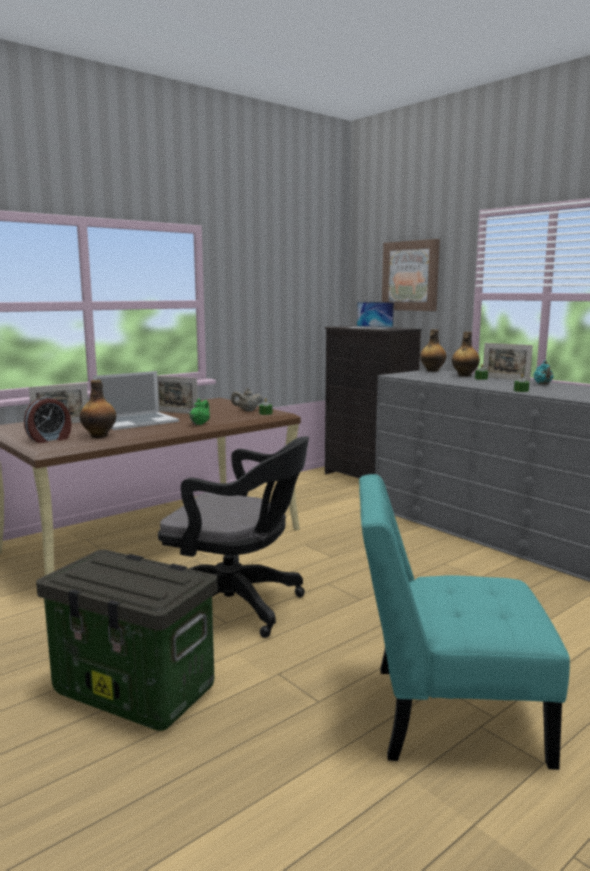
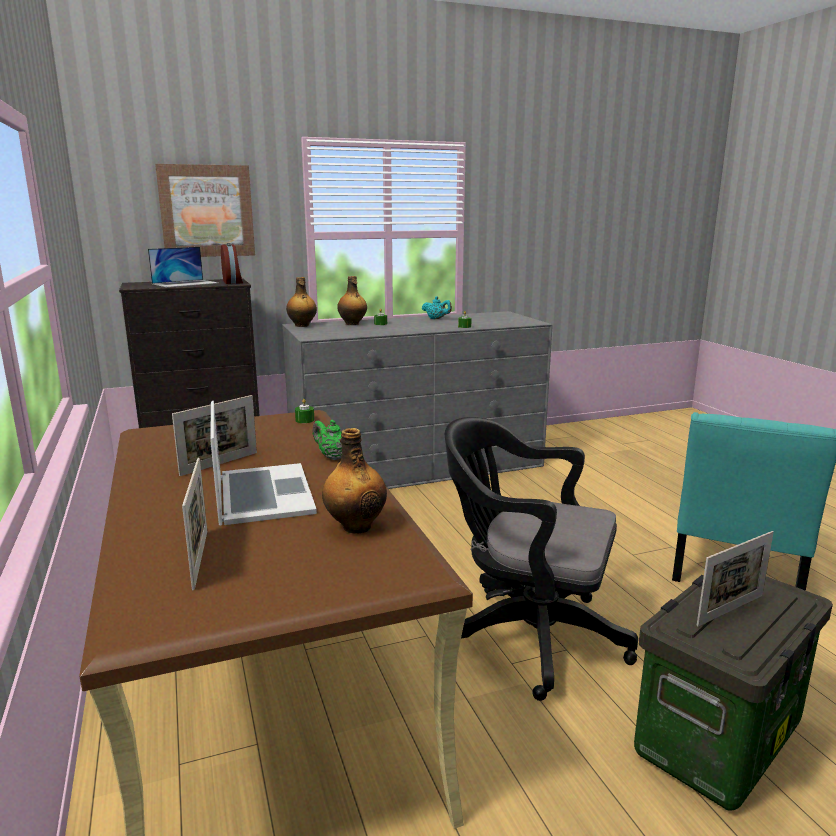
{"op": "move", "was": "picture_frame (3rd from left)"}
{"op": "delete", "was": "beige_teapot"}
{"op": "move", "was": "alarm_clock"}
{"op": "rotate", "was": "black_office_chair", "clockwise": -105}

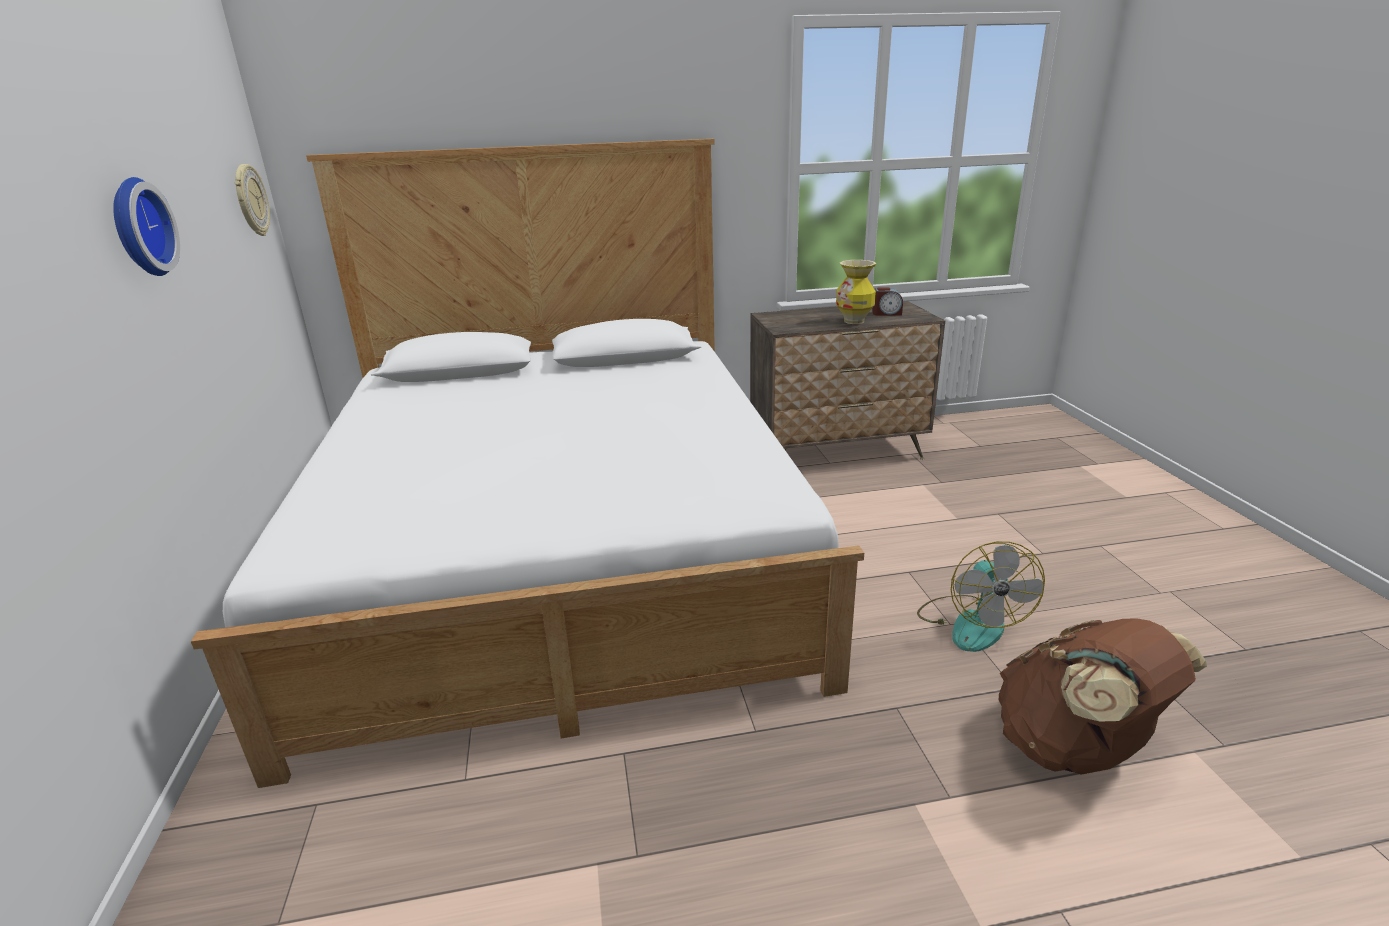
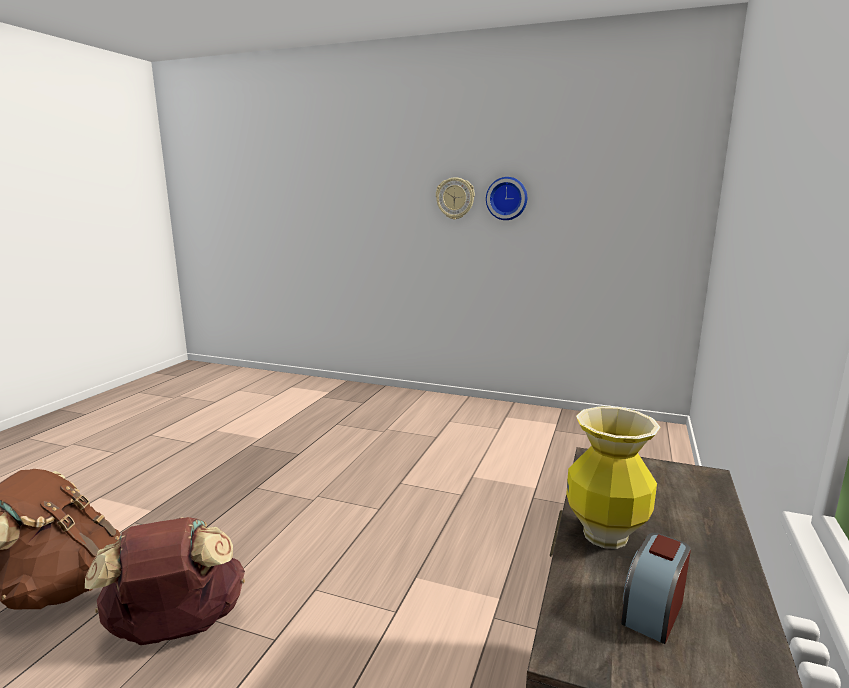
{"op": "delete", "was": "bed"}
{"op": "move", "was": "wall_clock (2nd from left in the first image)", "now": "wall_clock (1st from left)"}
{"op": "replace", "was": "fan", "now": "brown_backpack (2nd from left)"}

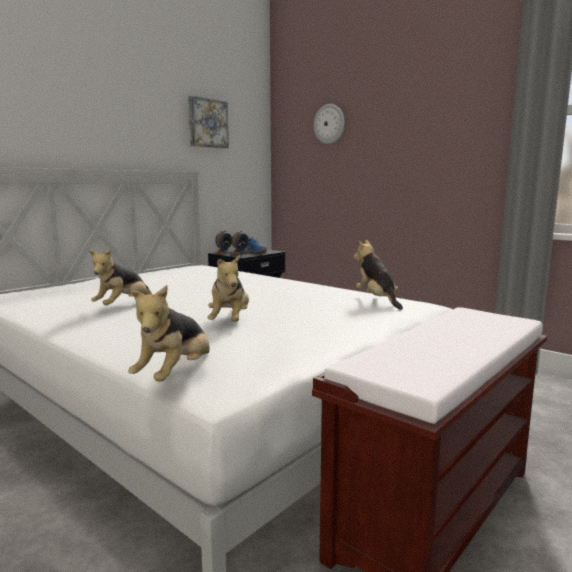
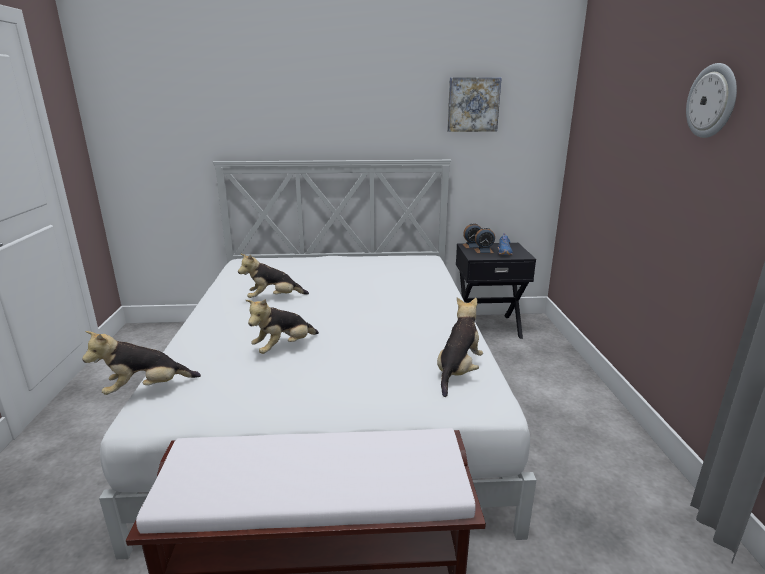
{"op": "move", "was": "wall_clock"}

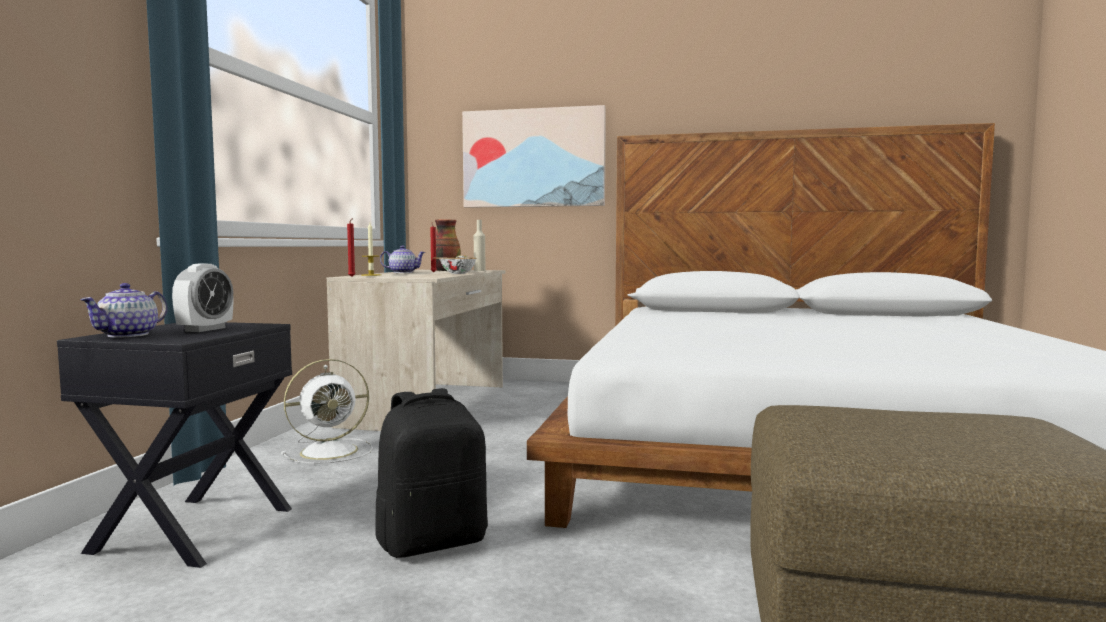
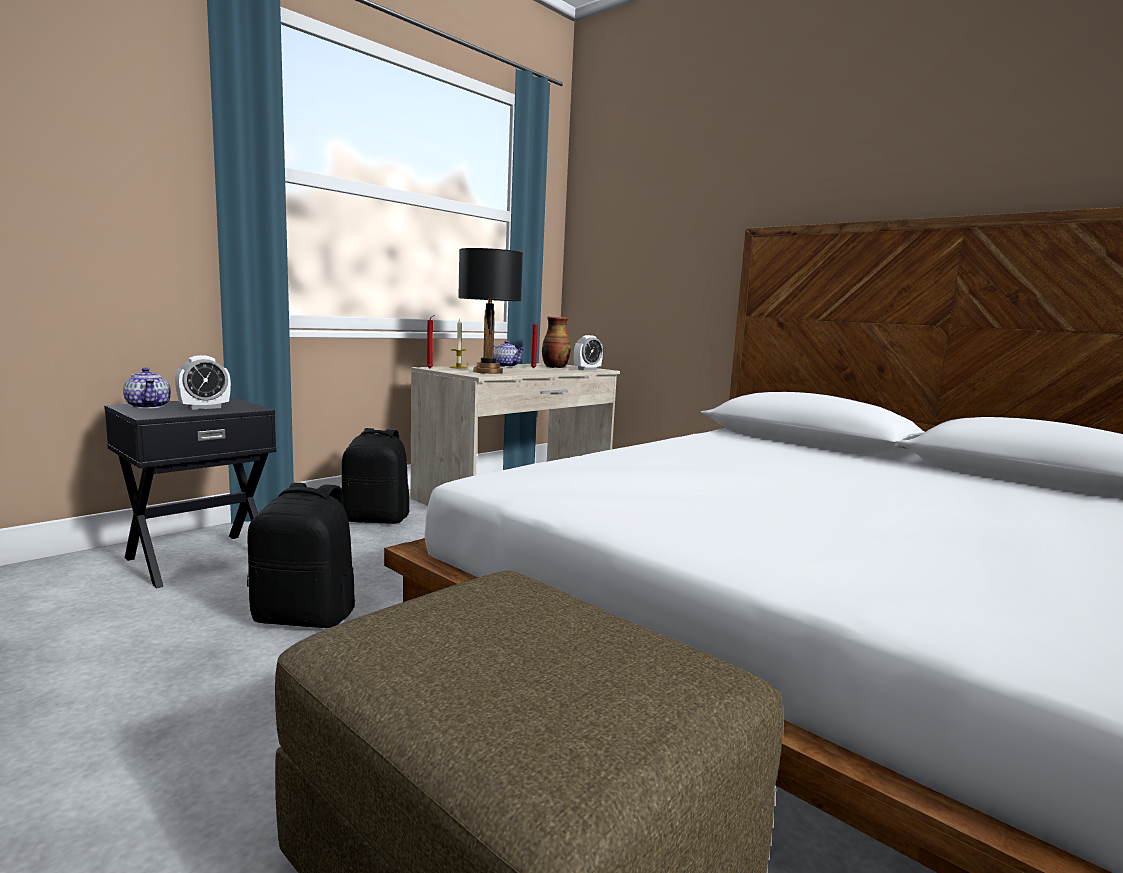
{"op": "delete", "was": "picture"}
{"op": "replace", "was": "beige_bottle", "now": "alarm_clock (2nd from left)"}
{"op": "delete", "was": "bowl"}
{"op": "rotate", "was": "teapot (1st from left)", "clockwise": -90}
{"op": "replace", "was": "white_fan", "now": "black_backpack (2nd from left)"}
{"op": "insert", "now": "black_table_lamp"}

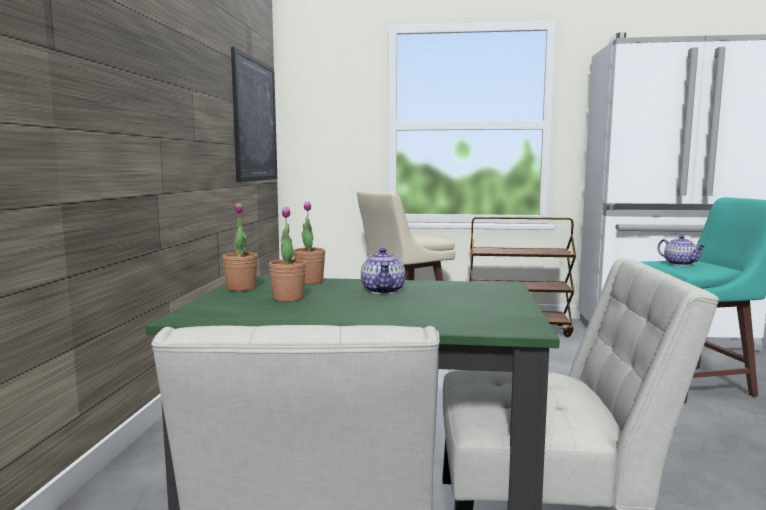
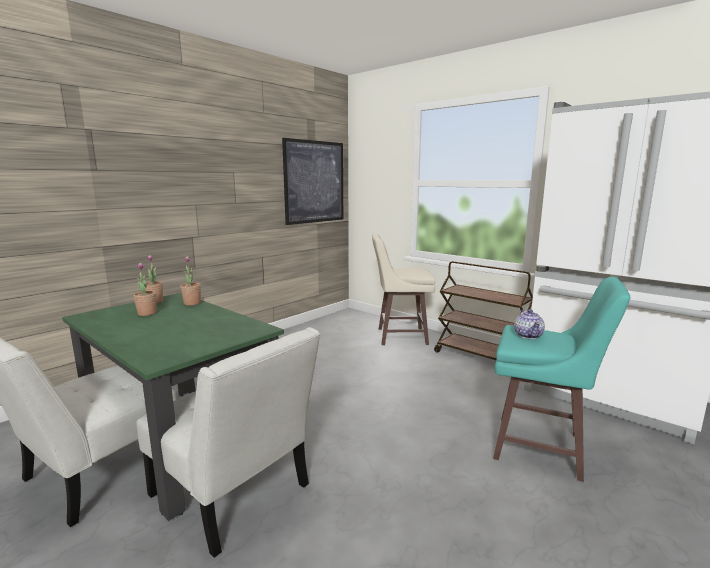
{"op": "delete", "was": "teapot (1st from left)"}

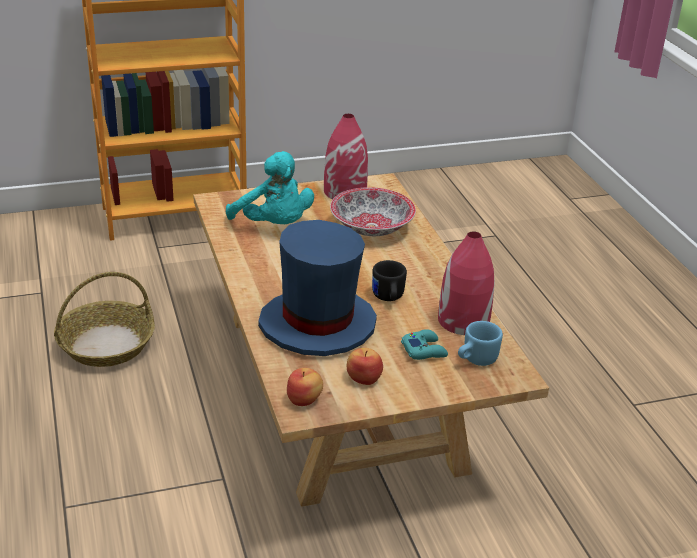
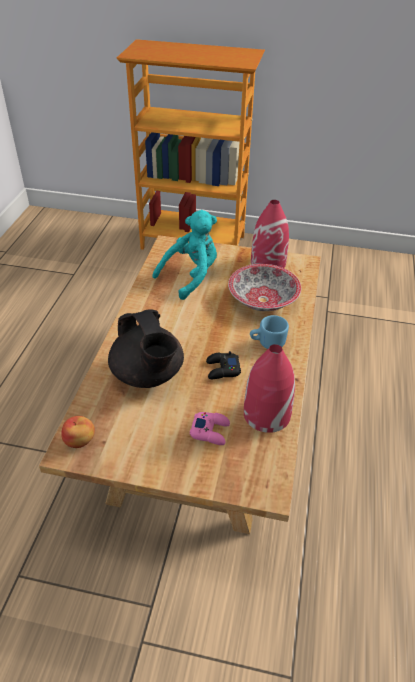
{"op": "rotate", "was": "turquoise_plush_toy", "clockwise": -120}
{"op": "replace", "was": "blue_hat", "now": "black_teapot"}
{"op": "replace", "was": "black_mug", "now": "black_game_controller"}
{"op": "delete", "was": "basket"}
{"op": "move", "was": "blue_mug"}
{"op": "recolor", "was": "turquoise_game_controller", "now": "pink_game_controller"}
{"op": "delete", "was": "apple (2nd from left)"}

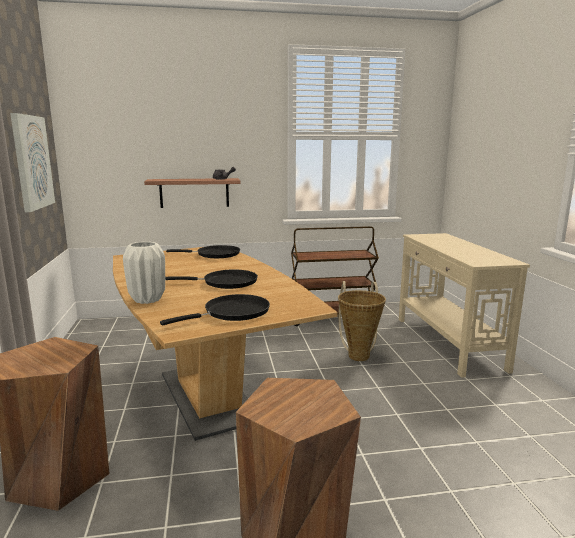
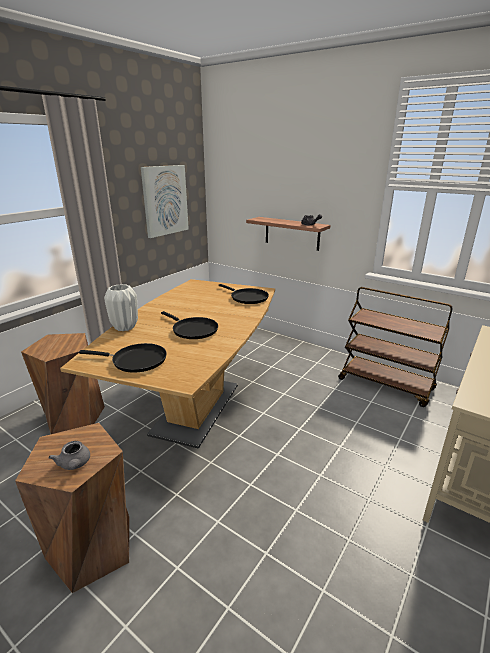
{"op": "delete", "was": "basket"}
{"op": "insert", "now": "grey_teapot (1st from left)"}

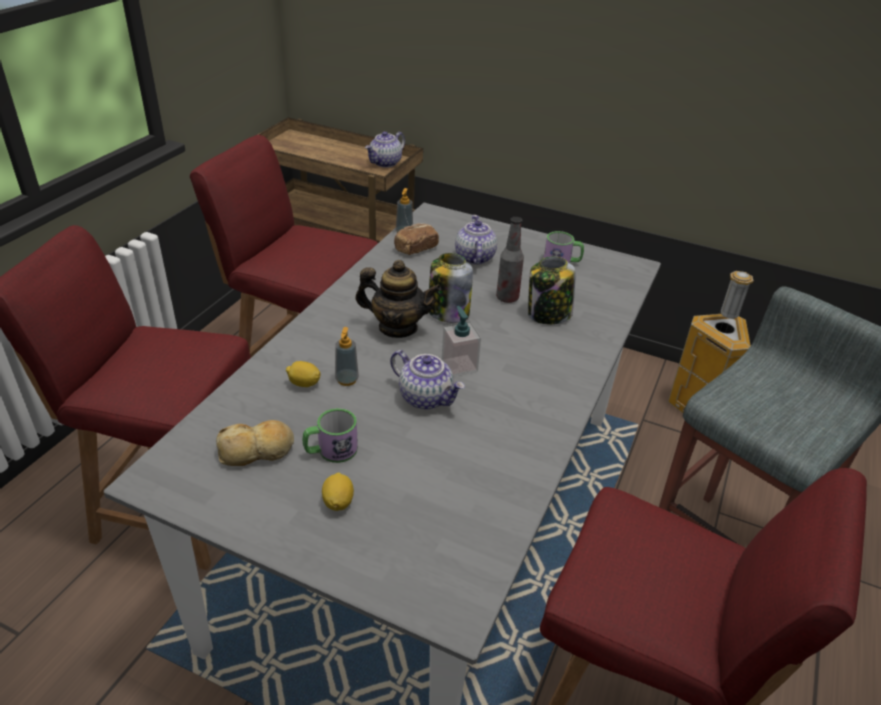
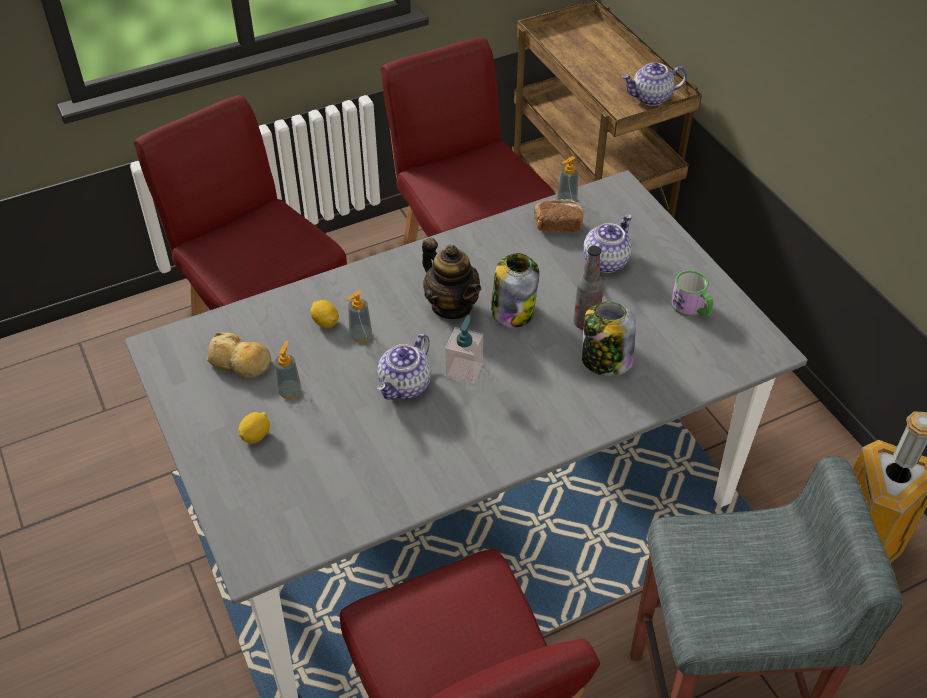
{"op": "rotate", "was": "teapot (3rd from left in the first image)", "clockwise": 45}
{"op": "replace", "was": "mug (1st from left)", "now": "soap_dispenser (1st from left)"}

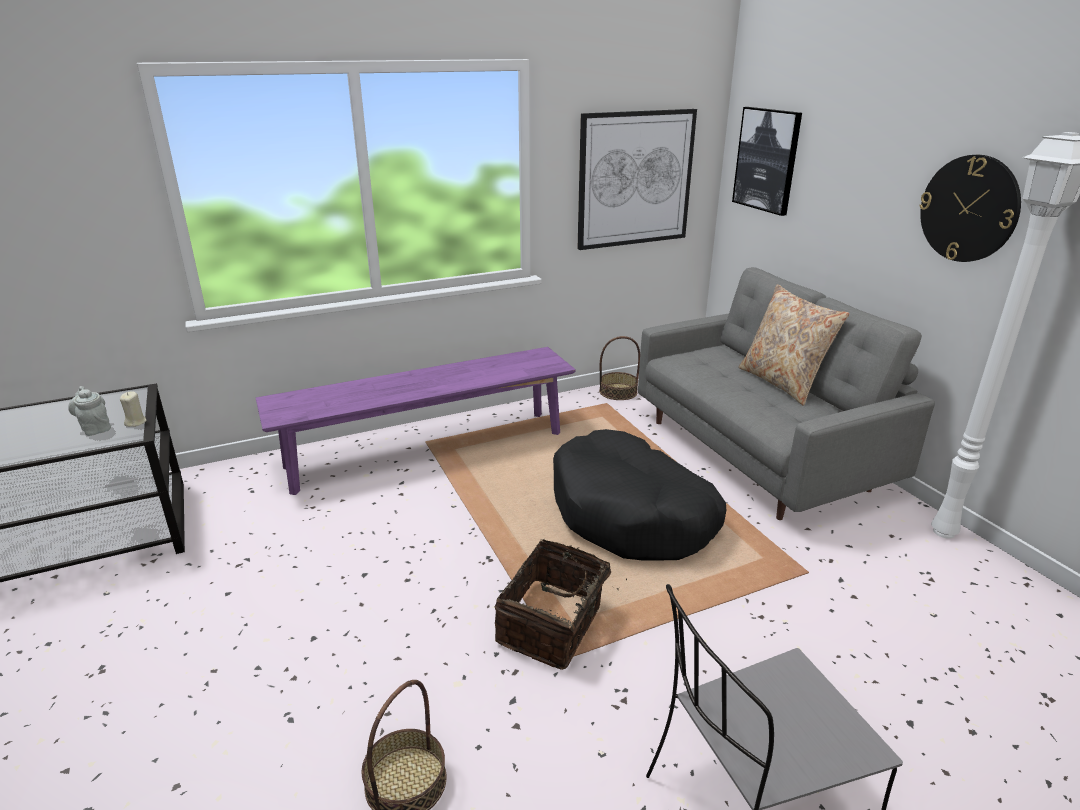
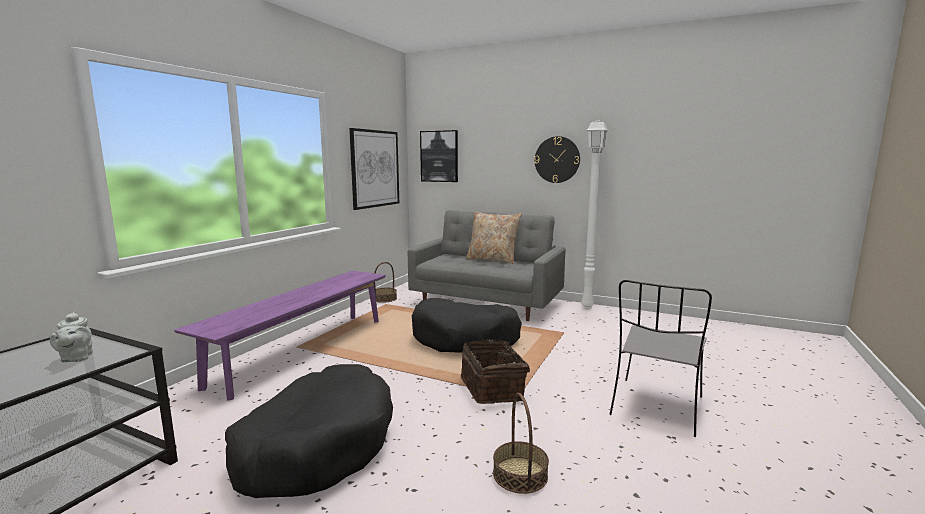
{"op": "rotate", "was": "grey_teapot", "clockwise": -120}
{"op": "delete", "was": "beige_candle"}
{"op": "insert", "now": "black_dog_bed (1st from left)"}

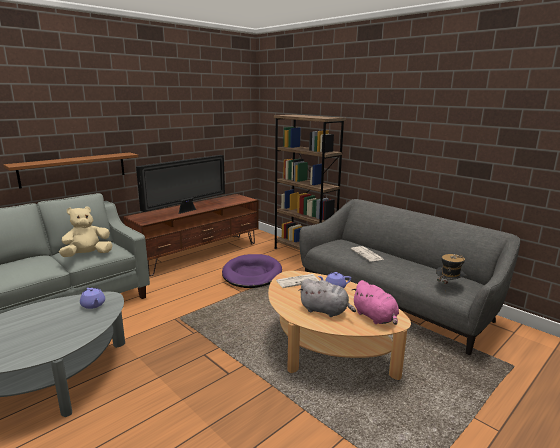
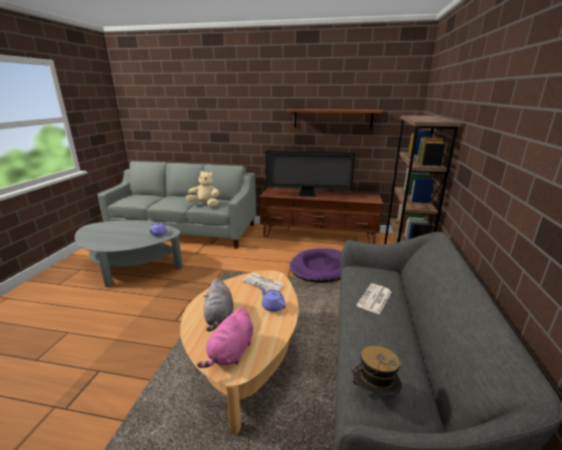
{"op": "move", "was": "brown_shelf"}

